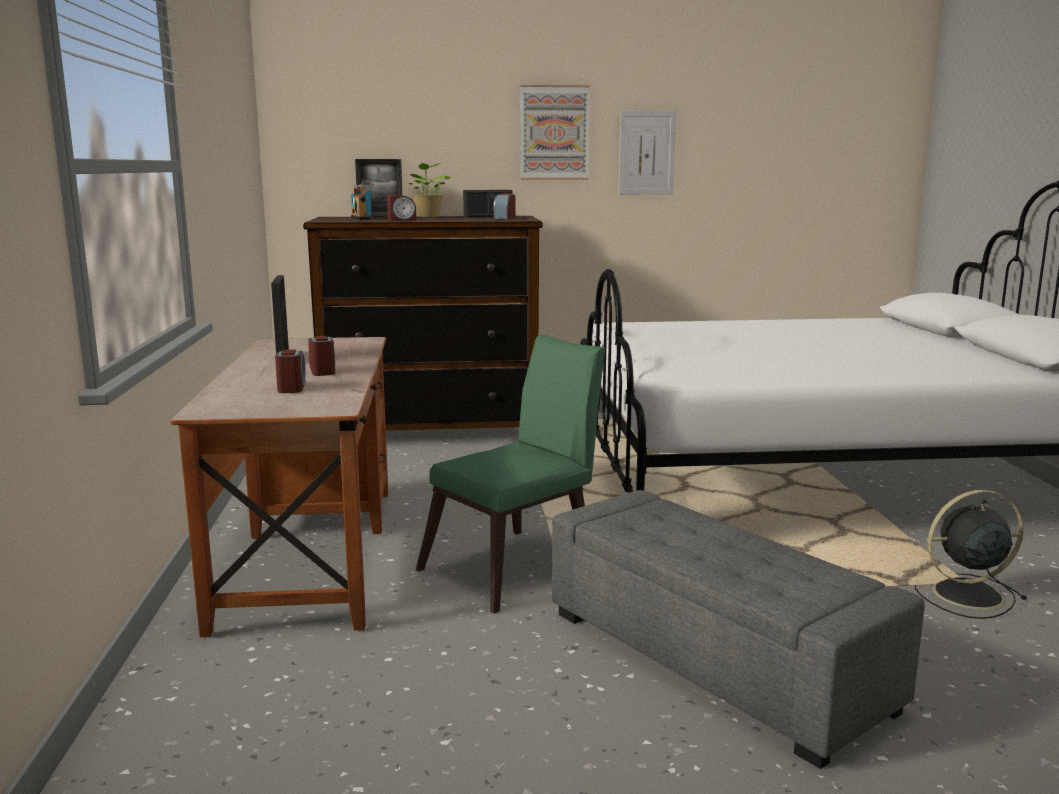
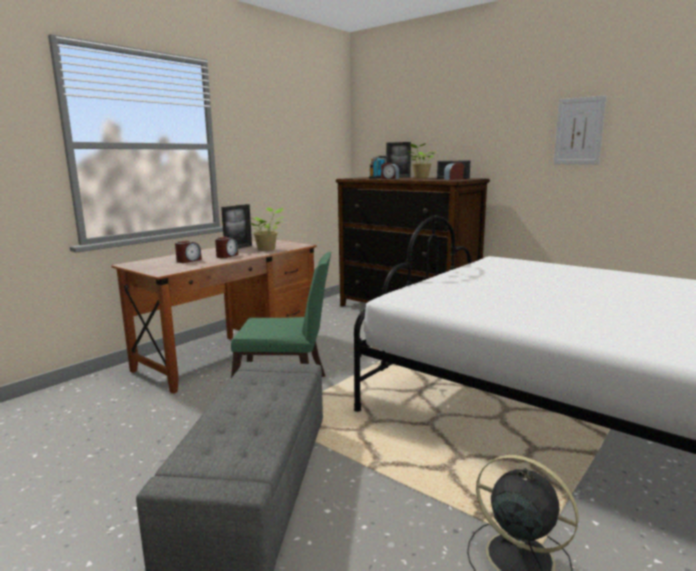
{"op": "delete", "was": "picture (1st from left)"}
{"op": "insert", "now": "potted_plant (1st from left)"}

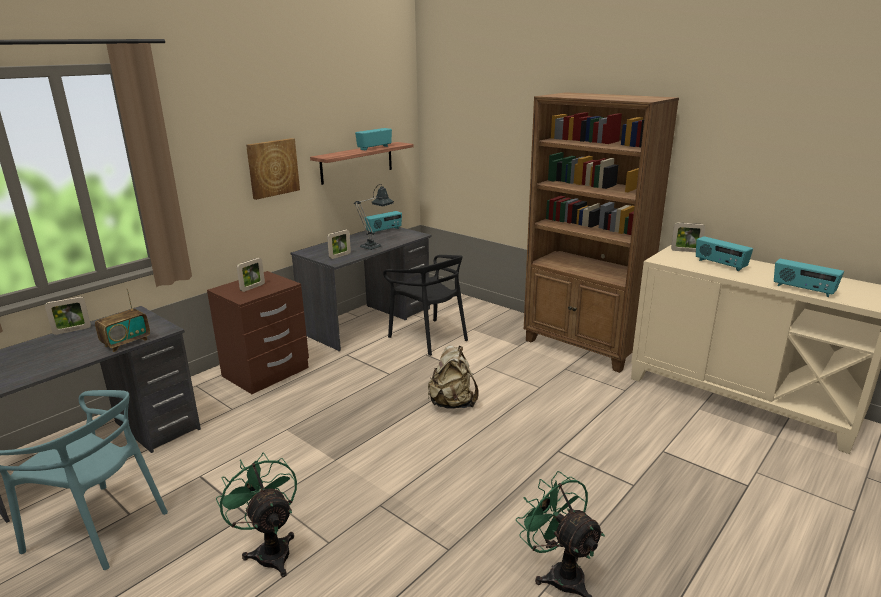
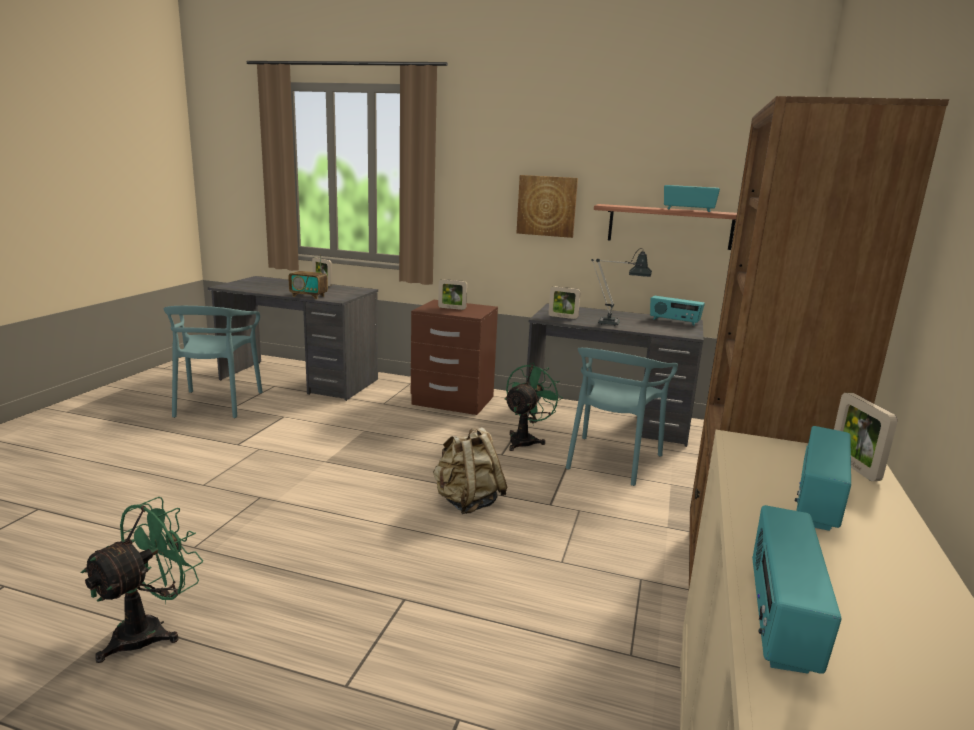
{"op": "recolor", "was": "black_chair", "now": "turquoise_chair (2nd from left)"}
{"op": "move", "was": "green_fan (1st from left in the first image)", "now": "green_fan (2nd from left)"}

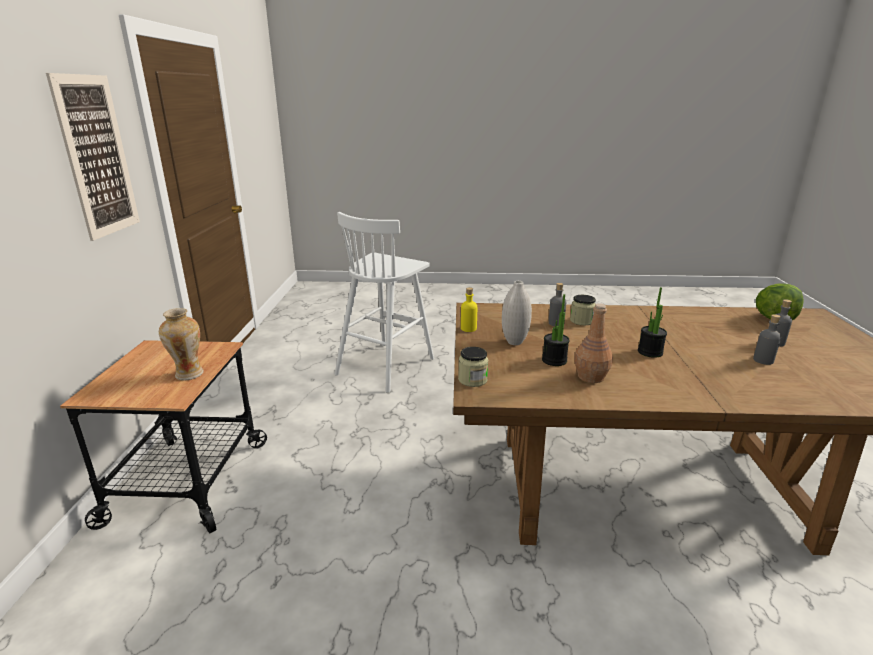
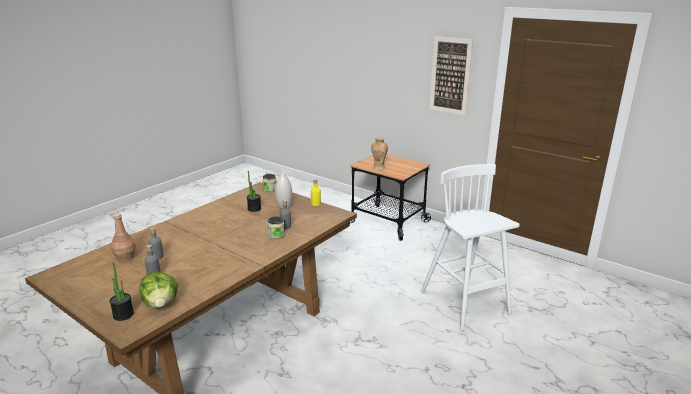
{"op": "move", "was": "potted_plant (2nd from left in the first image)", "now": "potted_plant (1st from left)"}
{"op": "move", "was": "brown_bottle"}

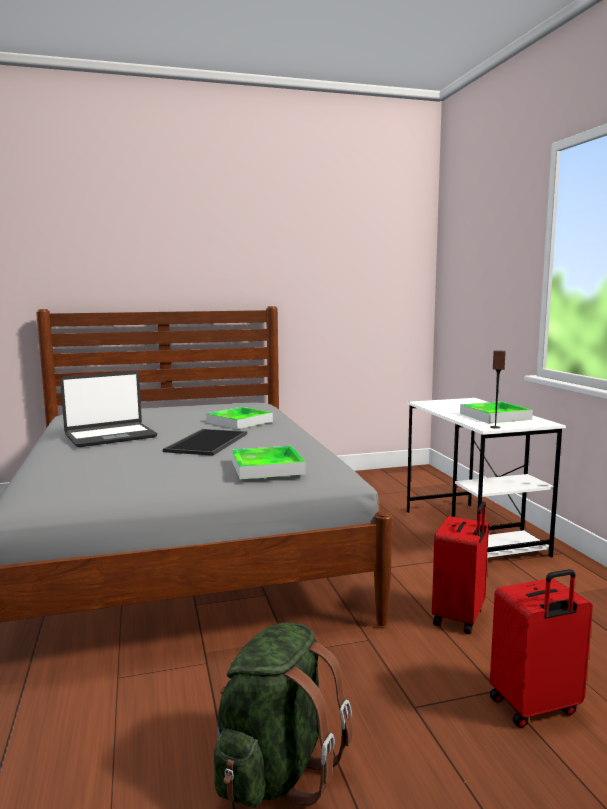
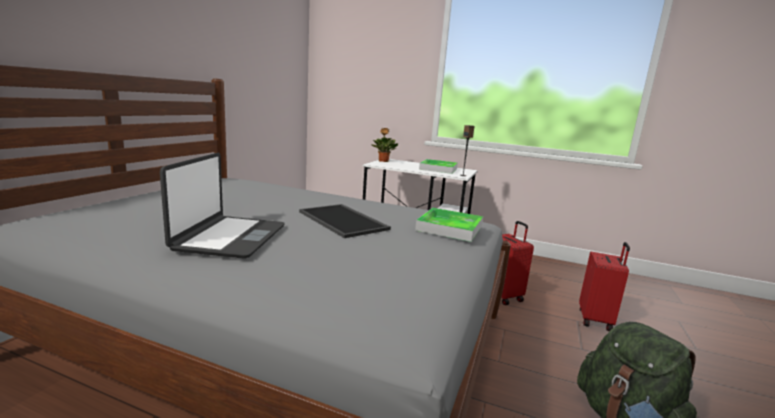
{"op": "delete", "was": "tray (2nd from left)"}
{"op": "insert", "now": "potted_plant"}

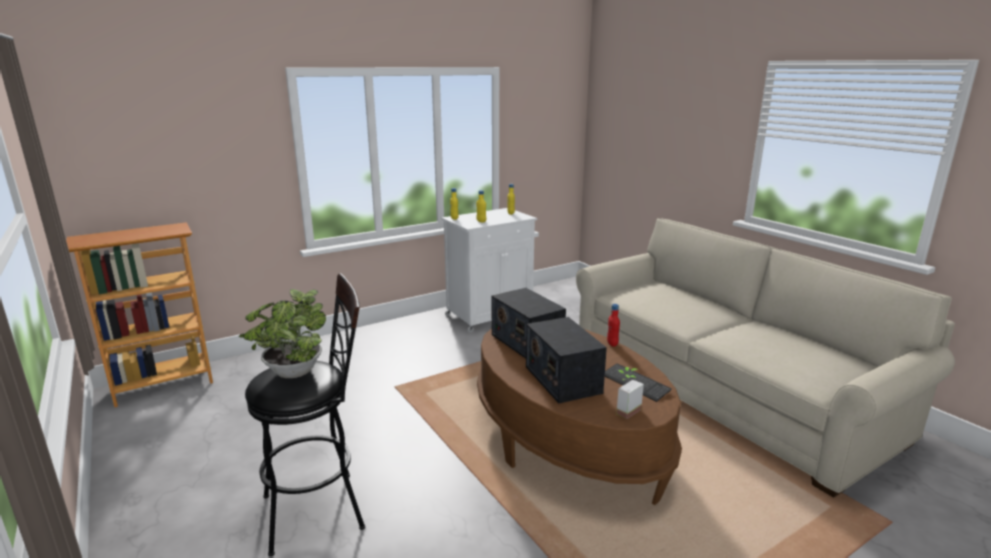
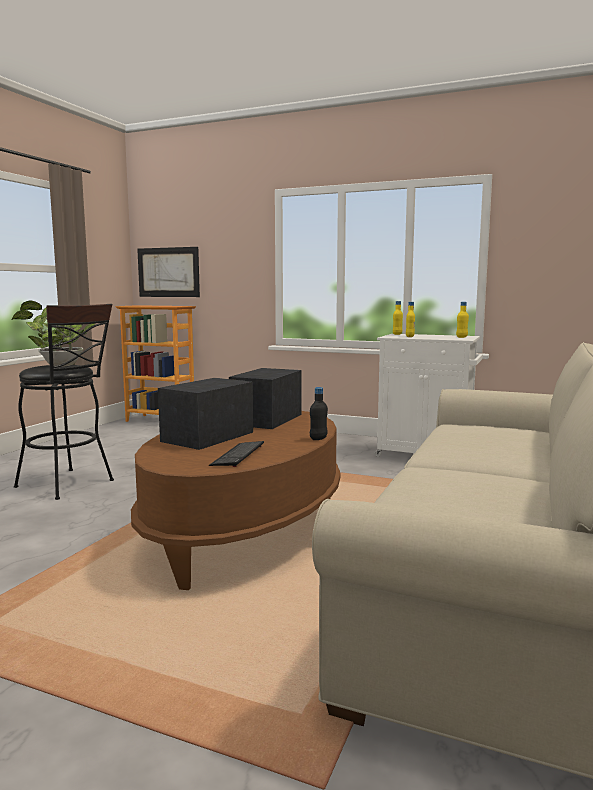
{"op": "recolor", "was": "red_bottle", "now": "black_bottle"}
{"op": "delete", "was": "potted_plant (2nd from left)"}
{"op": "insert", "now": "picture"}

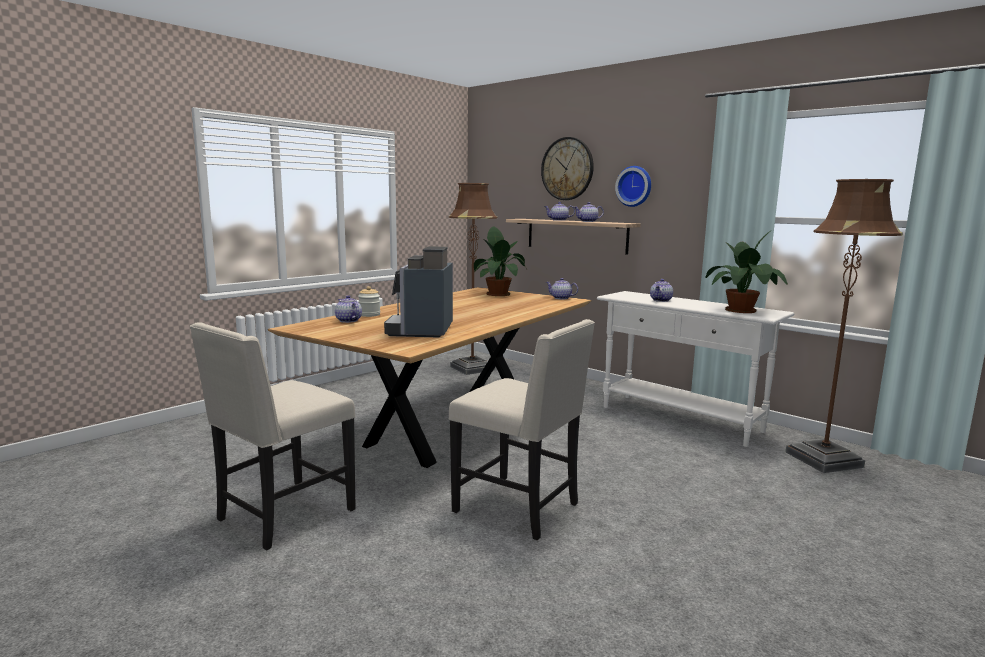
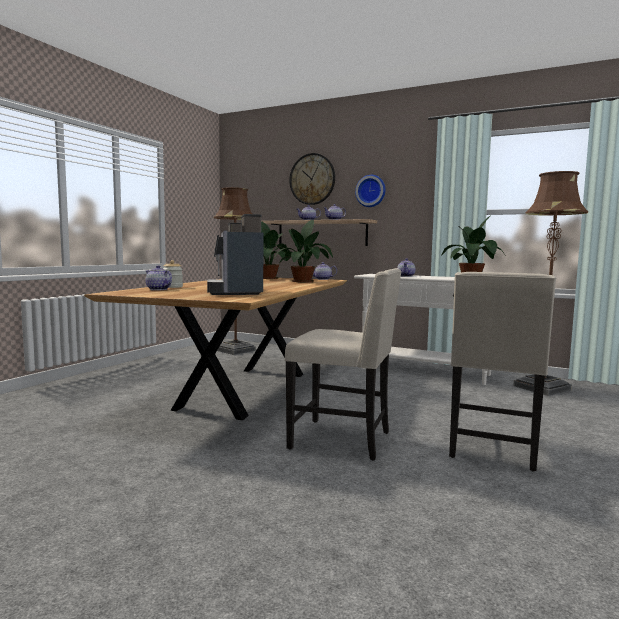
{"op": "move", "was": "beige_chair (1st from left in the first image)", "now": "beige_chair (2nd from left)"}
{"op": "insert", "now": "potted_plant (2nd from left)"}

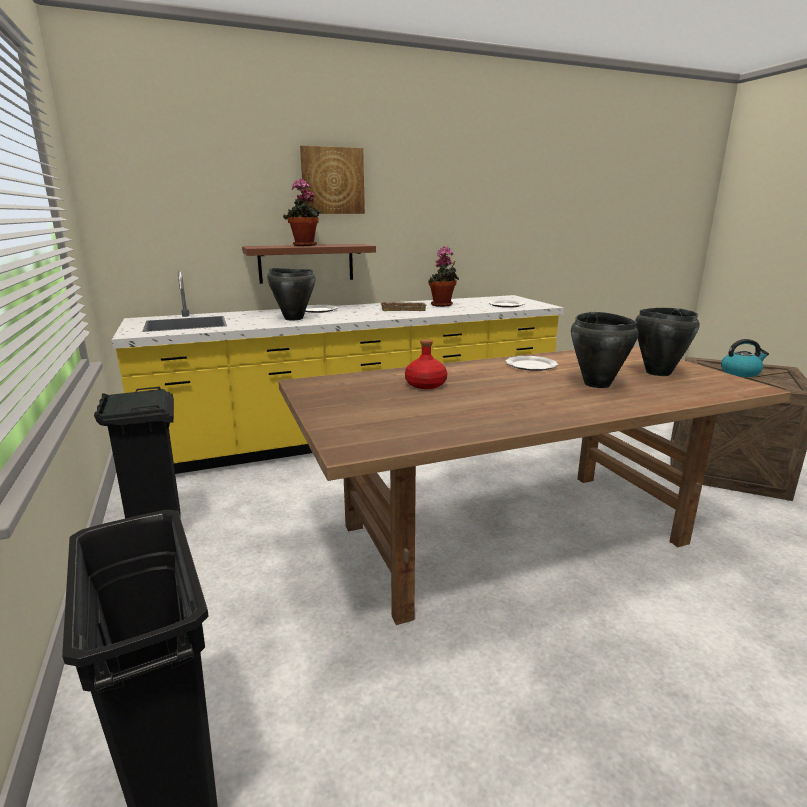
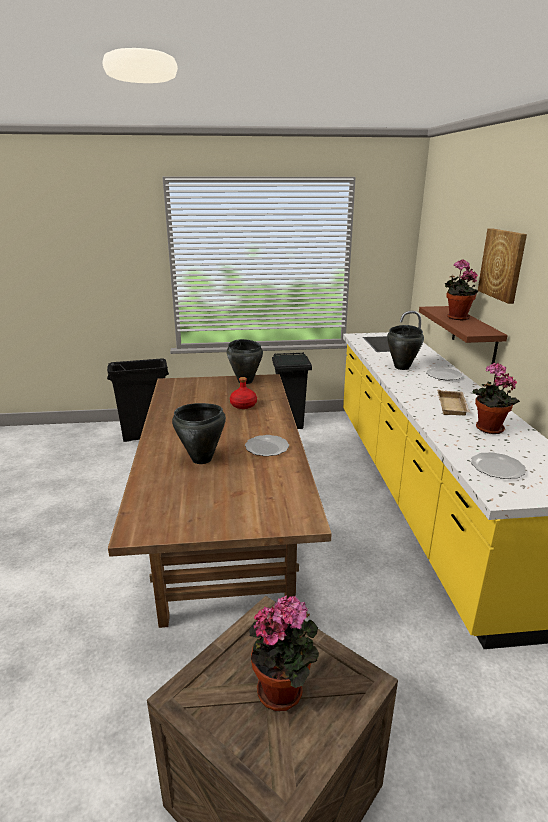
{"op": "move", "was": "black_cooking_pot (3rd from left in the first image)", "now": "black_cooking_pot (2nd from left)"}
{"op": "replace", "was": "kettle", "now": "potted_plant (1st from left)"}

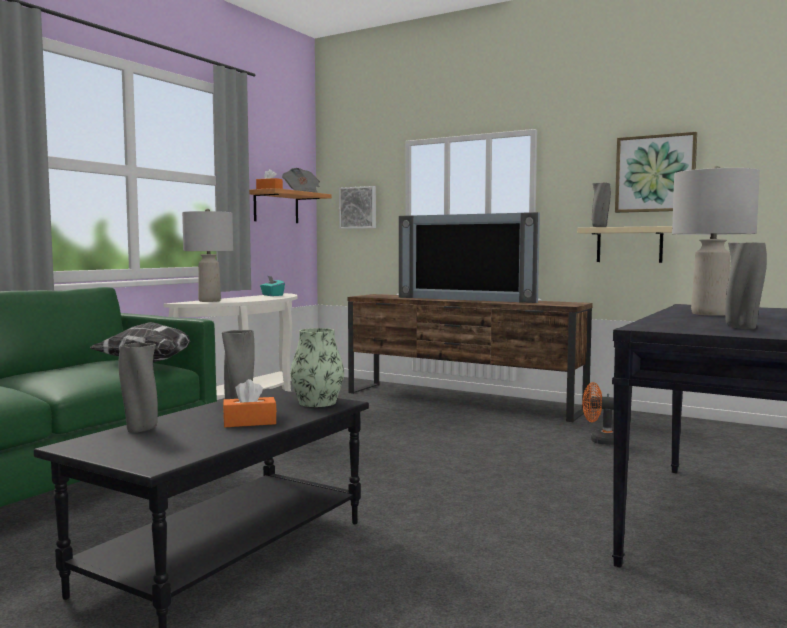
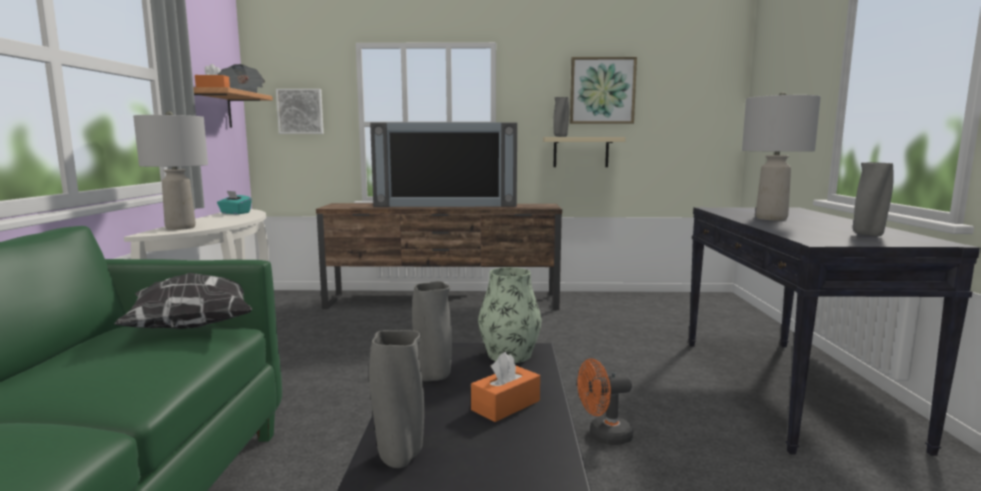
{"op": "move", "was": "orange_fan"}

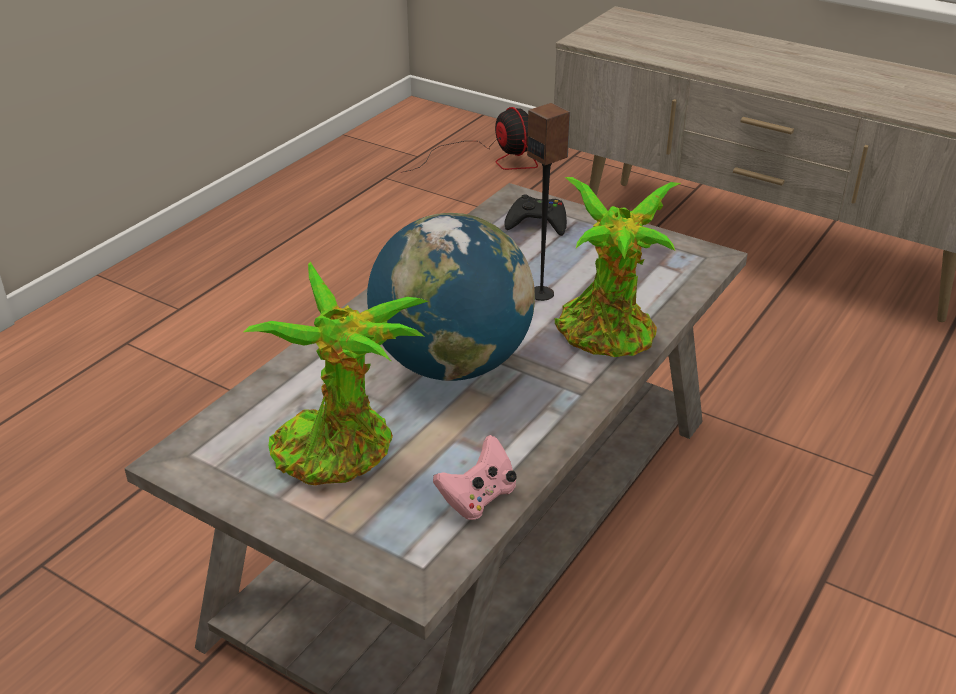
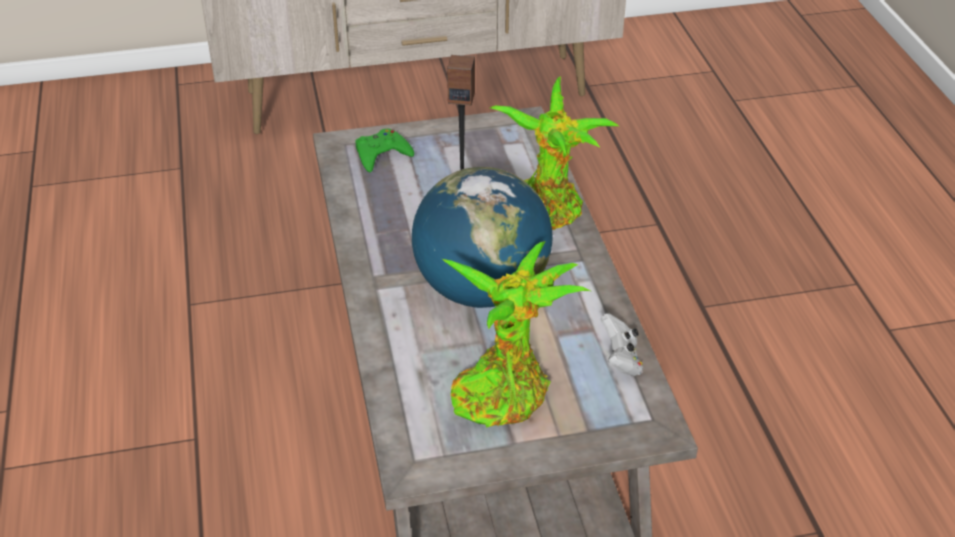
{"op": "delete", "was": "fan"}
{"op": "recolor", "was": "black_game_controller", "now": "green_game_controller"}
{"op": "recolor", "was": "pink_game_controller", "now": "white_game_controller"}

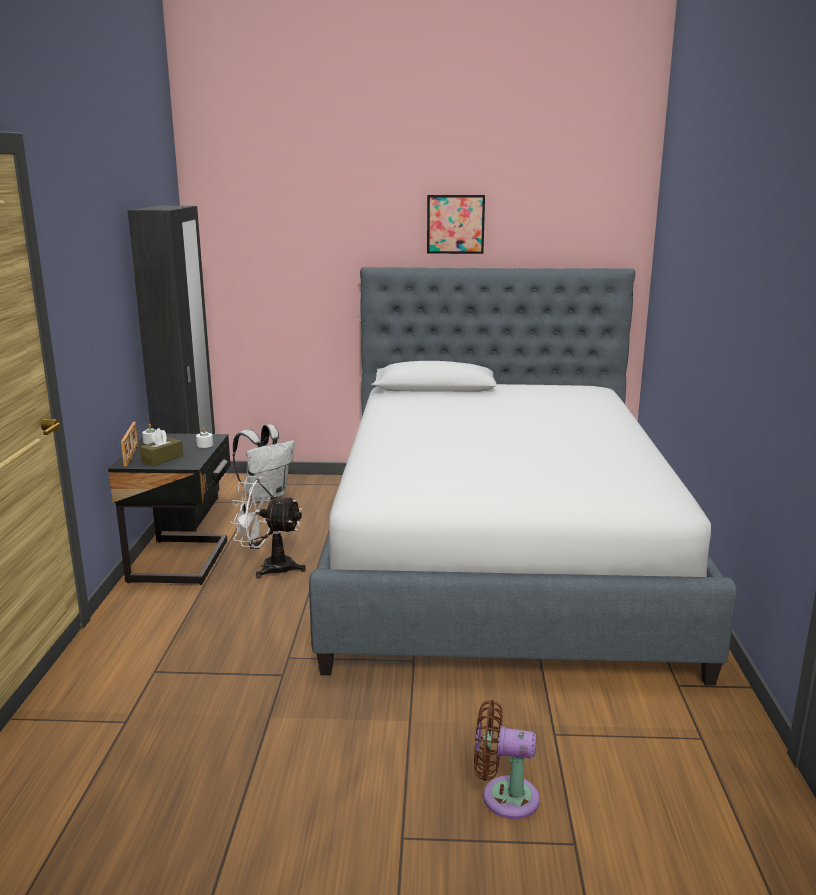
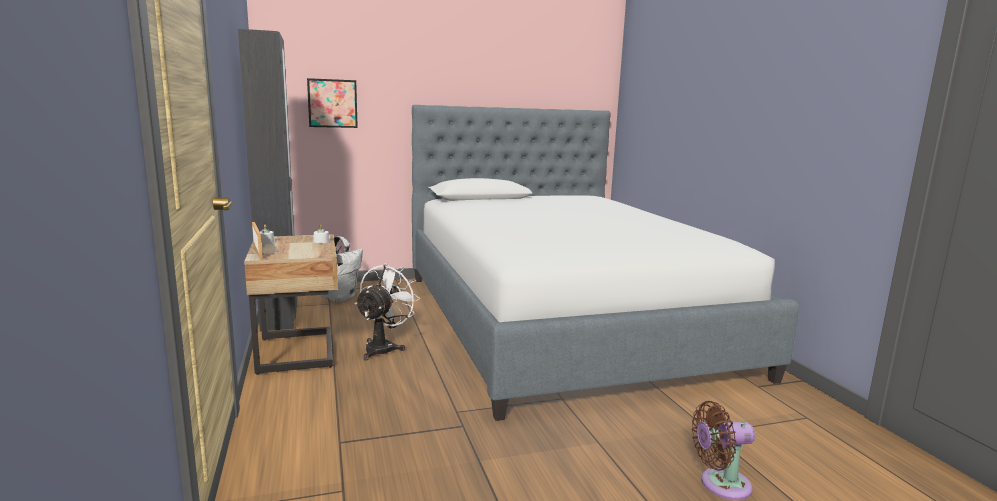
{"op": "move", "was": "picture"}
{"op": "delete", "was": "brown_tissue_box"}
{"op": "recolor", "was": "black_nightstand", "now": "beige_nightstand"}
{"op": "rotate", "was": "white_fan", "clockwise": 120}

